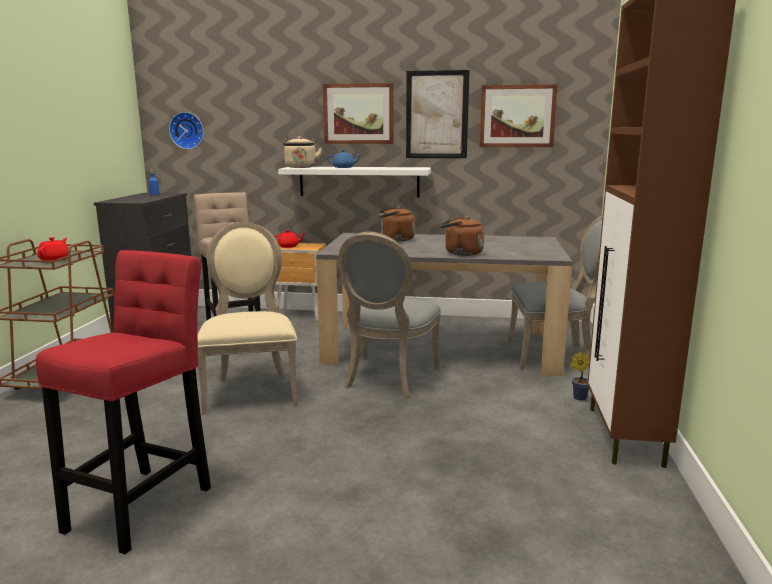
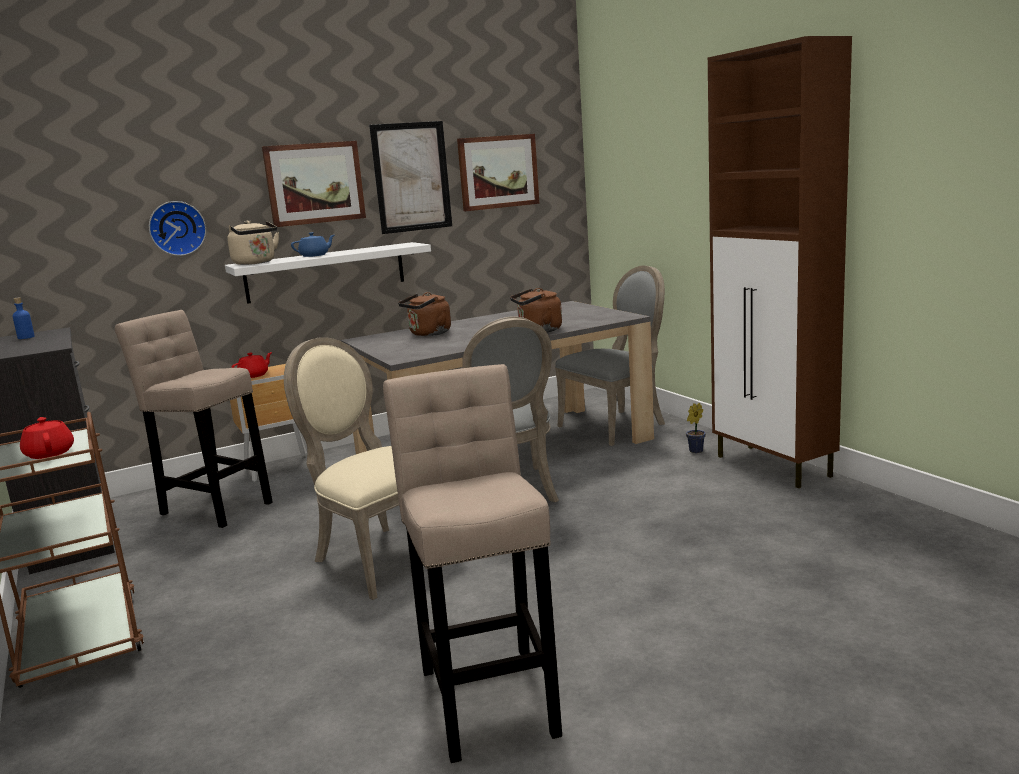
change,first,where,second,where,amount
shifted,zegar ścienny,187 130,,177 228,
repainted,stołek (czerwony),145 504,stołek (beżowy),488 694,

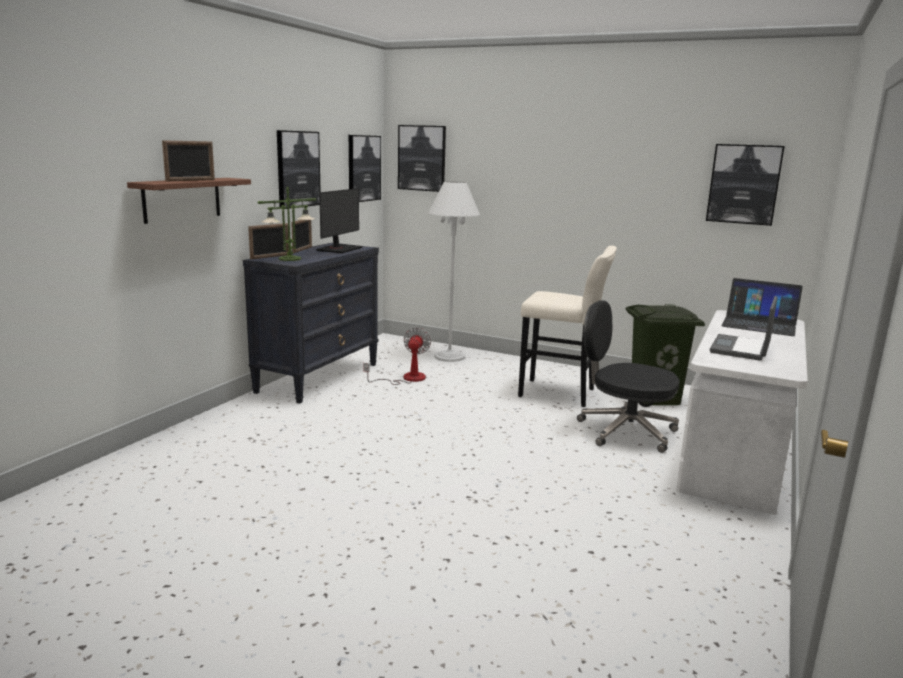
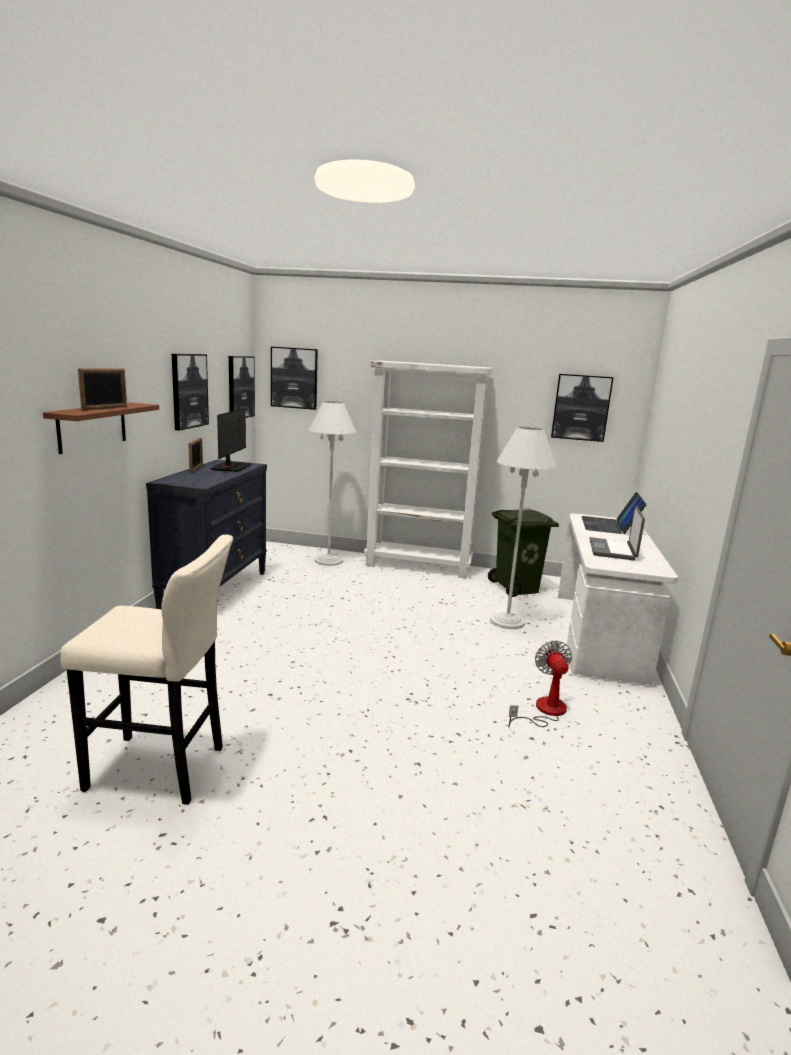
change,first,where,second,where,amount
gone,lampa stołowa,289 259,,,
gone,ramka na zdjęcie,270 257,,,
shifted,stołek (beżowy),561 393,,162 769,
rotated,laptop,759 324,,609 525,90 degrees clockwise
swapped,krzesło biurowe (czarny),624 431,lampa stojąca (biały),507 621,
shifted,wentylator,406 379,,544 711,
new,,,regał (biały),419 566,

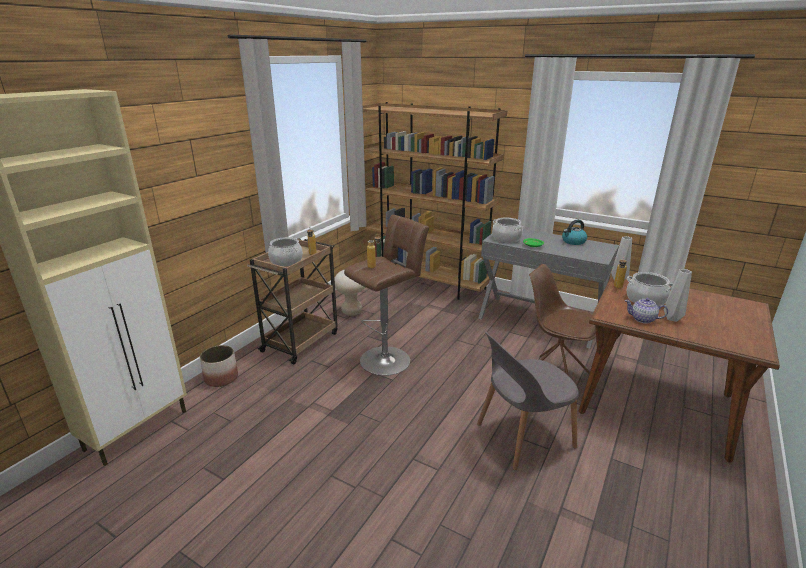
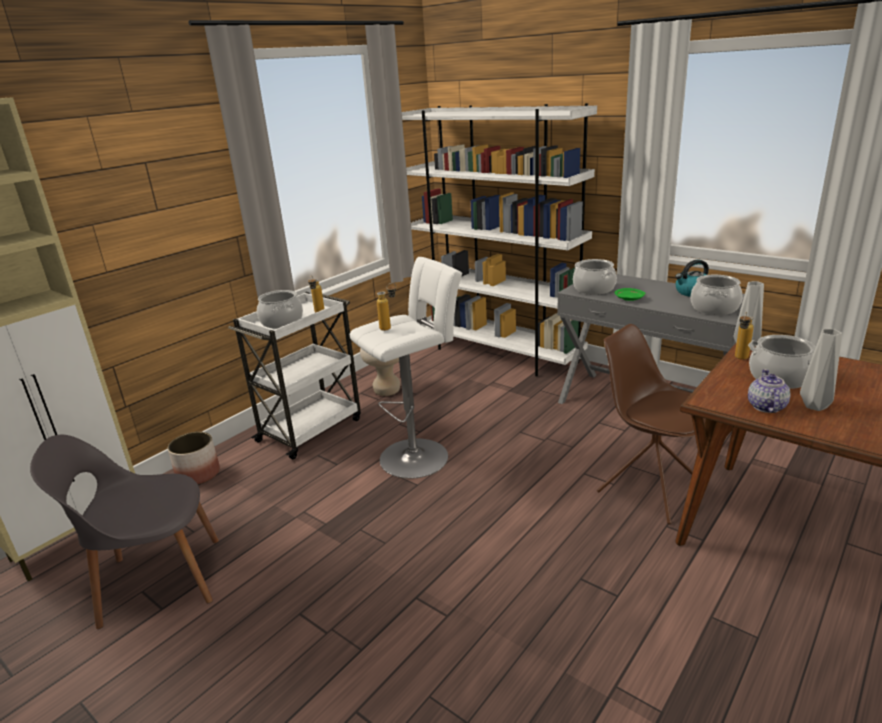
change,first,where,second,where,amount
repainted,regał (brązowy),427 283,regał (biały),499 353,
repainted,stołek (brązowy),388 359,stołek (biały),418 455,
repainted,wózek (brązowy),301 341,wózek (biały),311 429,
rotated,imbryk,643 319,,766 407,75 degrees clockwise
shifted,krzesło (szary),522 436,,157 581,
new,,,garnek,714 308,

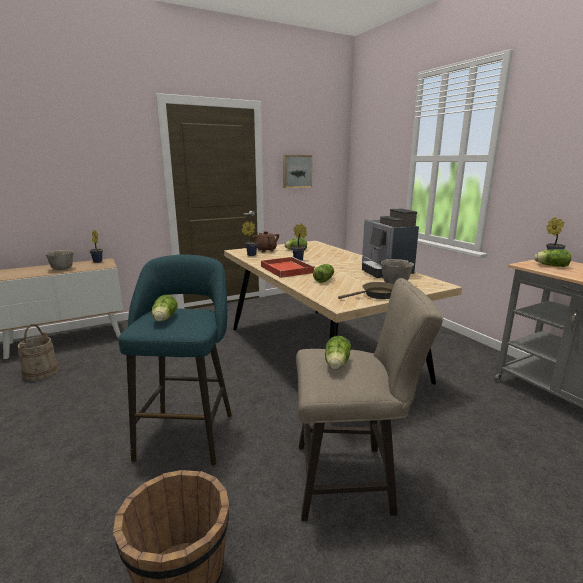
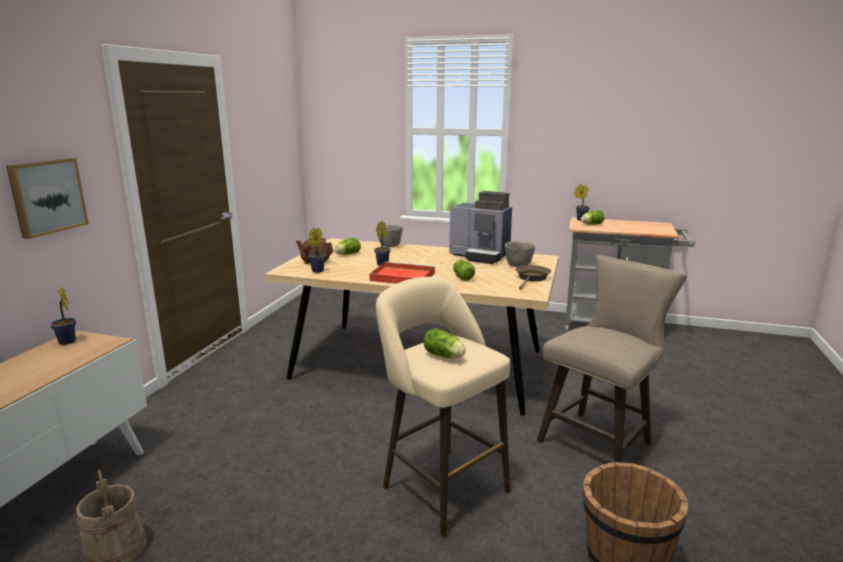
change,first,where,second,where,amount
shifted,obraz,296 171,,46 196,
shifted,miska (szary),62 269,,389 246,
repainted,stołek (turkusowy),187 432,stołek (beżowy),440 485,
gone,sałata,336 365,,,

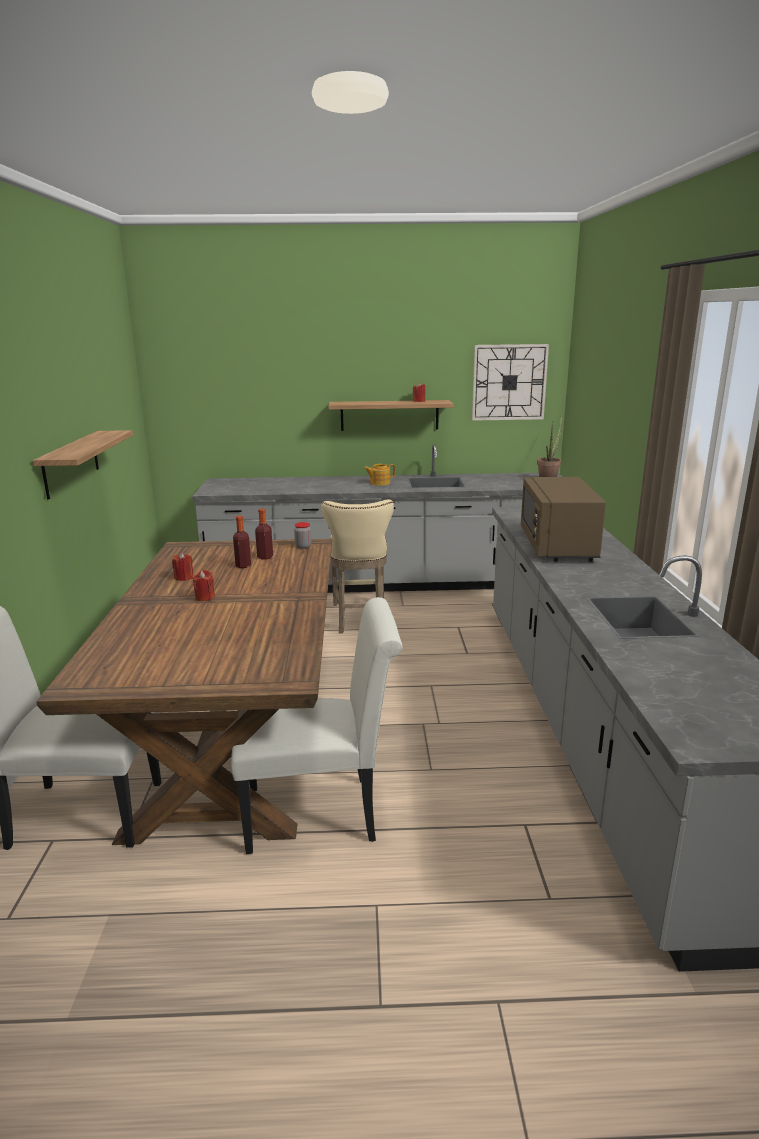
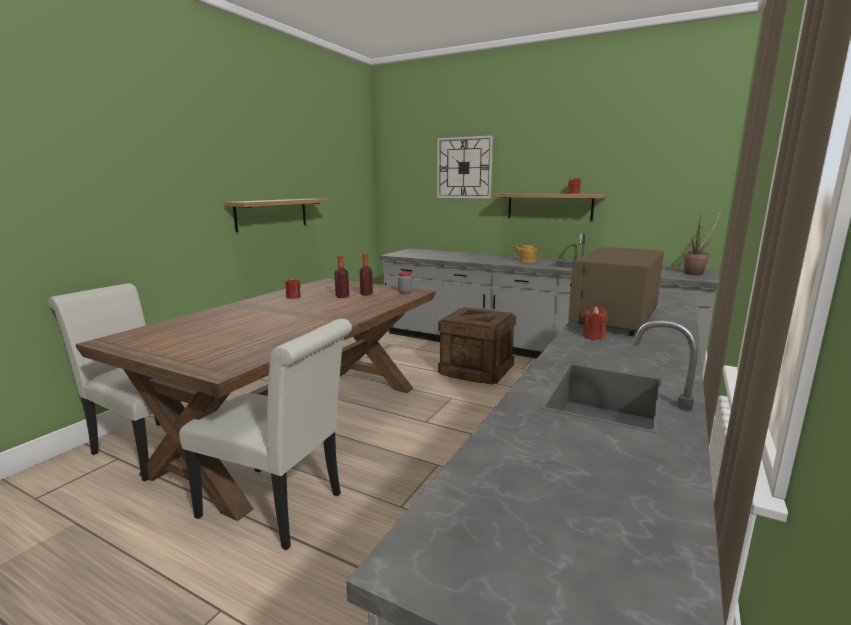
change,first,where,second,where,amount
shifted,zegar ścienny,509 382,,464 168,
swapped,stołek (beżowy),359 619,skrzynka,475 371,
shifted,świeca (czerwony),205 597,,593 336,

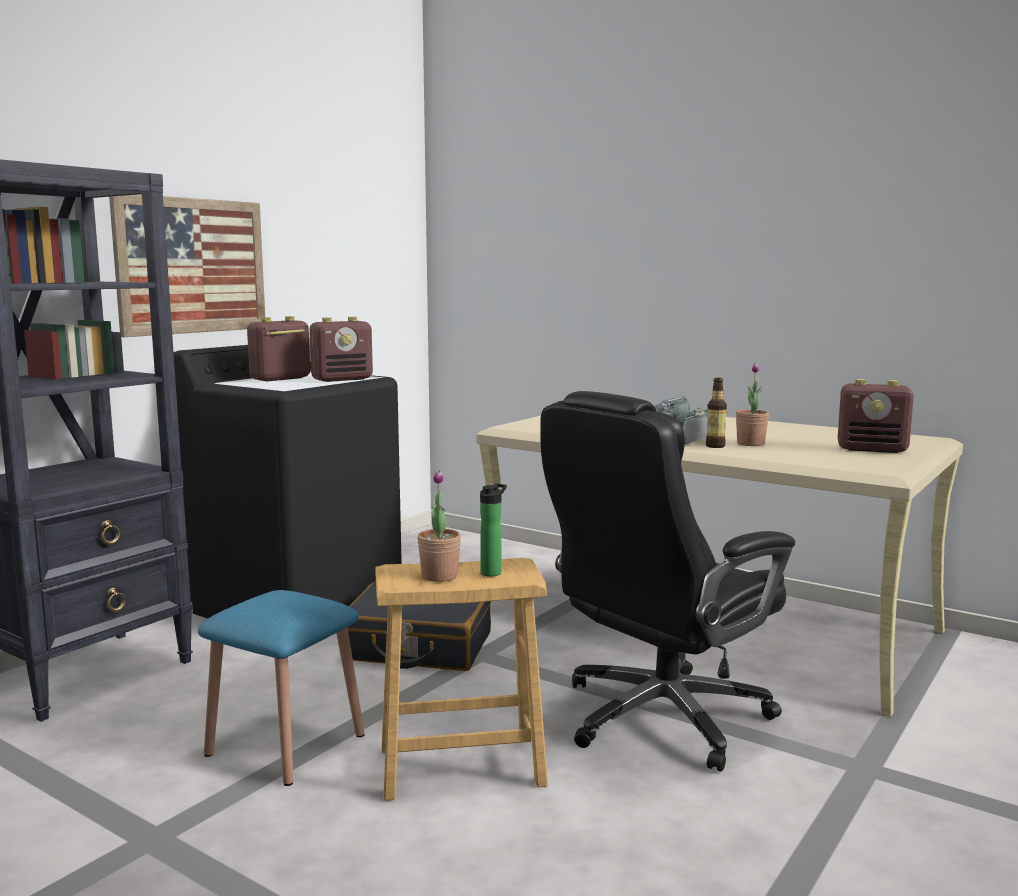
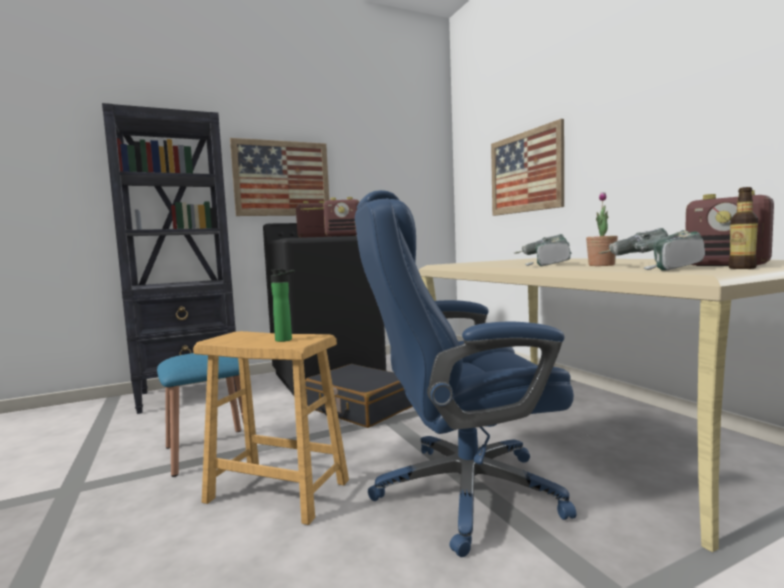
change,first,where,second,where,amount
shifted,butelka,715 446,,742 268,
repainted,krzesło biurowe (czarny),660 717,krzesło biurowe (niebieski),462 492,
gone,roślina doniczkowa,439 576,,,
new,,,obraz,525 172,
new,,,wiertarka,650 268,

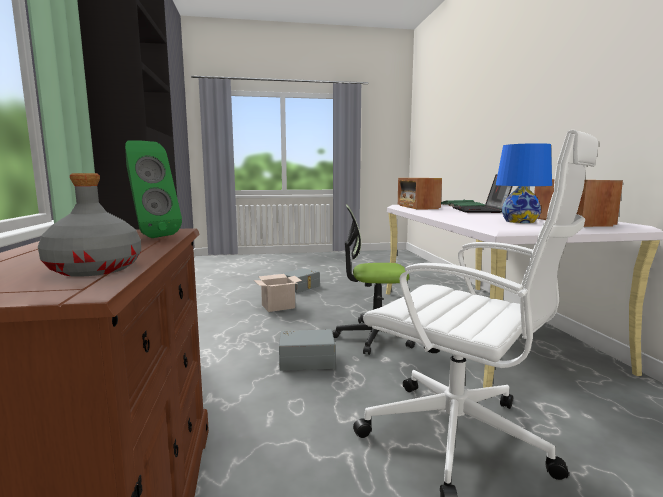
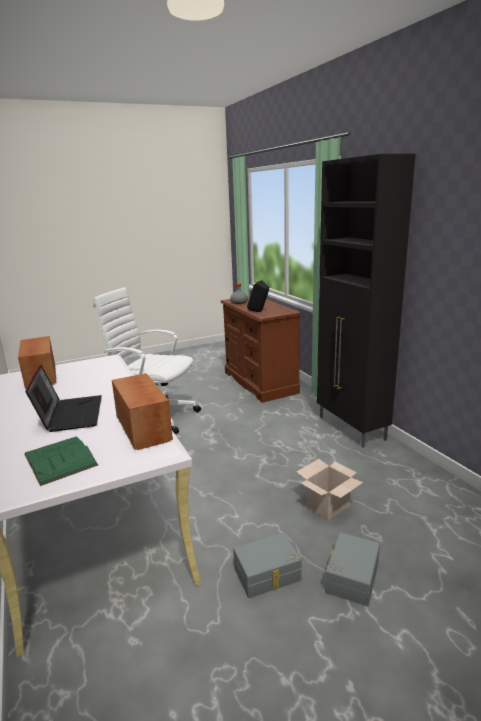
change,first,where,second,where,amount
repainted,głośnik (zielony),151 237,głośnik (czarny),259 312,
gone,lampa stołowa (niebieski),520 221,,,
gone,krzesło biurowe,374 337,,,
shifted,pojemnik do przechowywania (szary),306 360,,268 575,

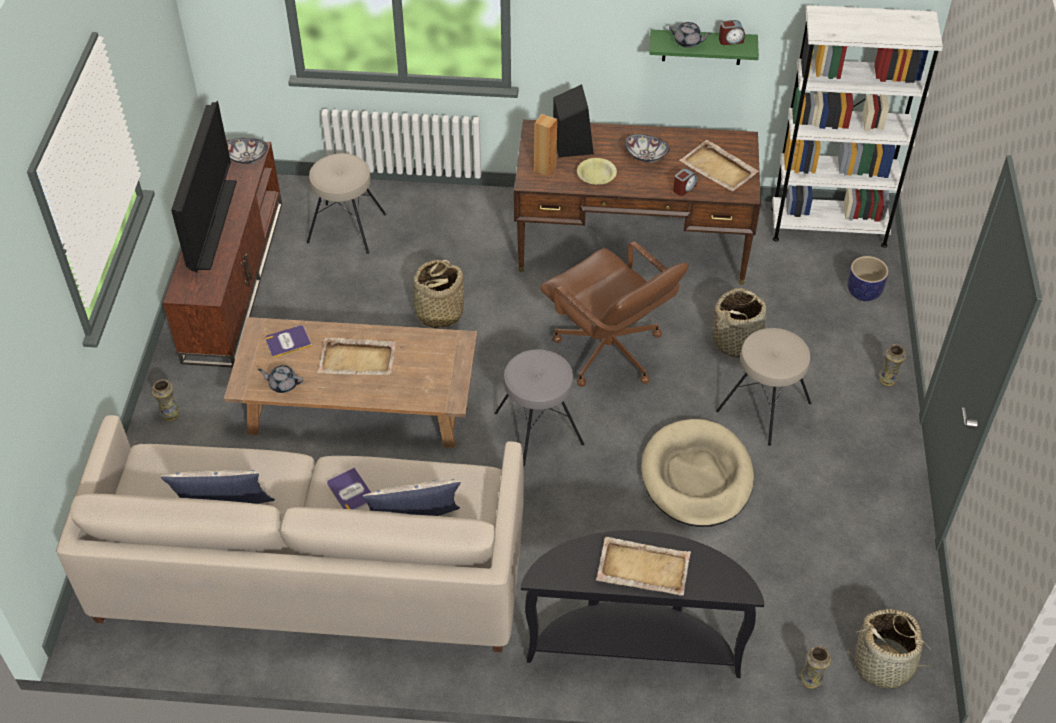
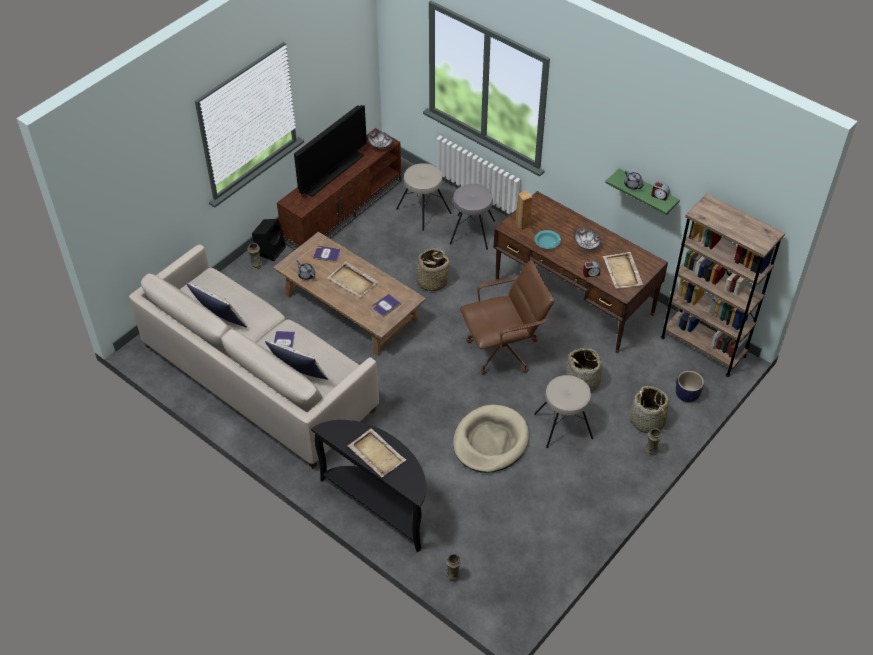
change,first,where,second,where,amount
repainted,regał (biały),828 226,regał (brązowy),703 346,
shifted,głośnik (czarny),572 143,,270 250,
repainted,miska (żółty),596 176,miska (turkusowy),547 243,
rotated,krzesło biurowe (brązowy),608 352,,504 350,105 degrees counterclockwise
shifted,stołek (szary),538 429,,471 232,
shifted,koszyk,884 665,,647 421,
new,,,książka,386 305,

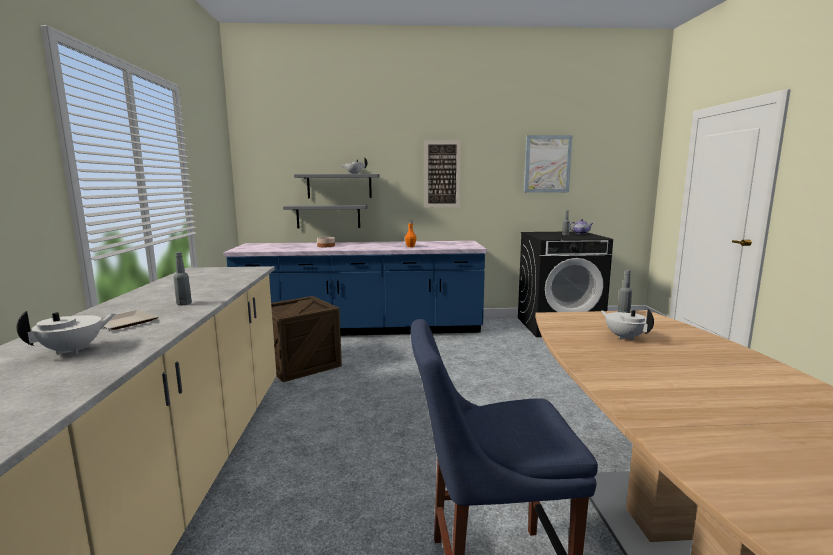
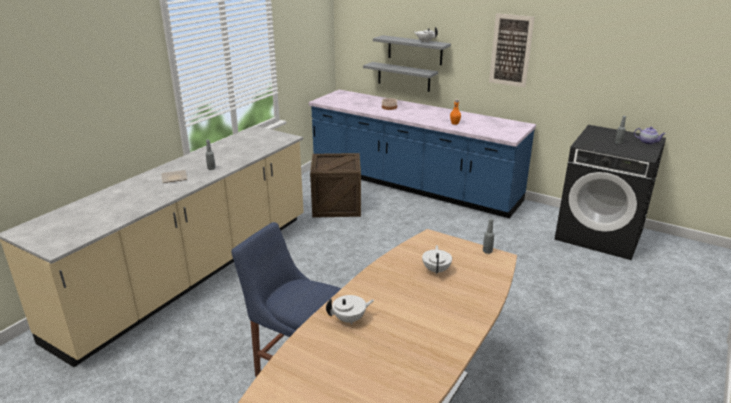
change,first,where,second,where,amount
gone,obraz,547 164,,,
shifted,imbryk (biały),73 350,,350 319,

